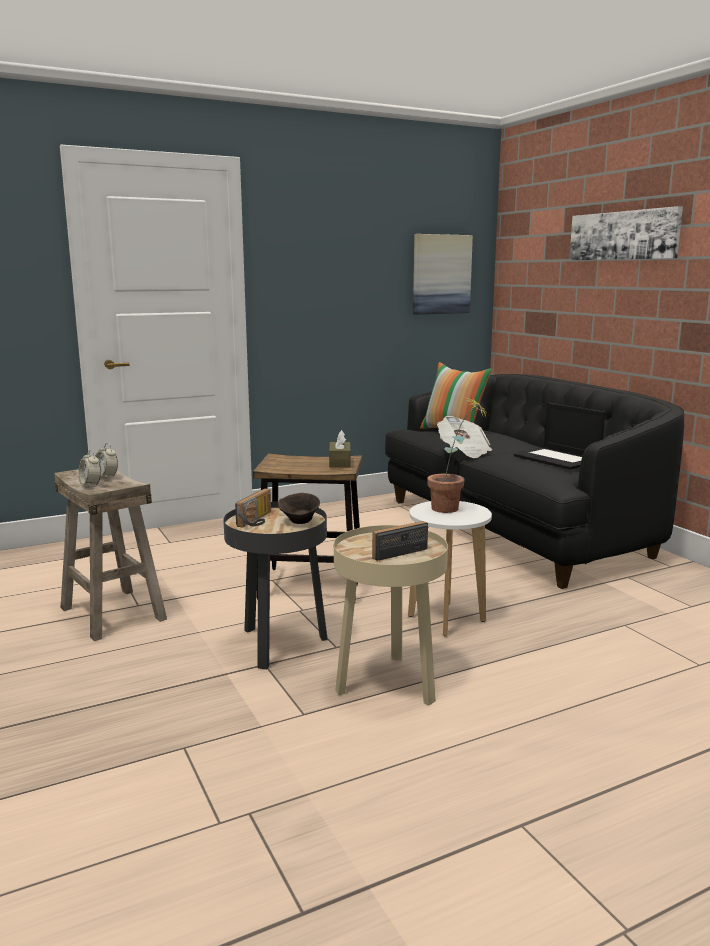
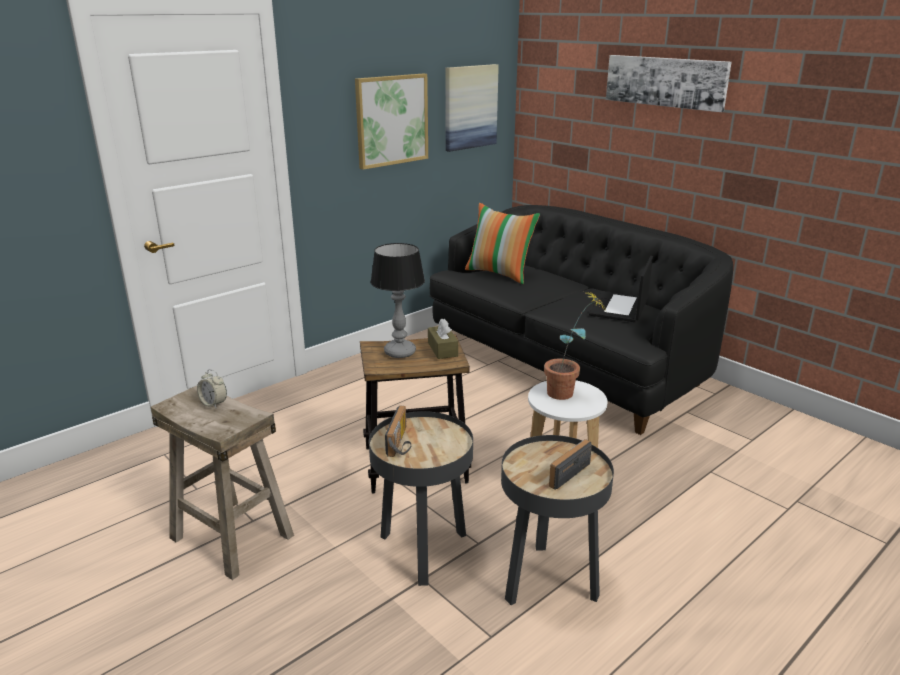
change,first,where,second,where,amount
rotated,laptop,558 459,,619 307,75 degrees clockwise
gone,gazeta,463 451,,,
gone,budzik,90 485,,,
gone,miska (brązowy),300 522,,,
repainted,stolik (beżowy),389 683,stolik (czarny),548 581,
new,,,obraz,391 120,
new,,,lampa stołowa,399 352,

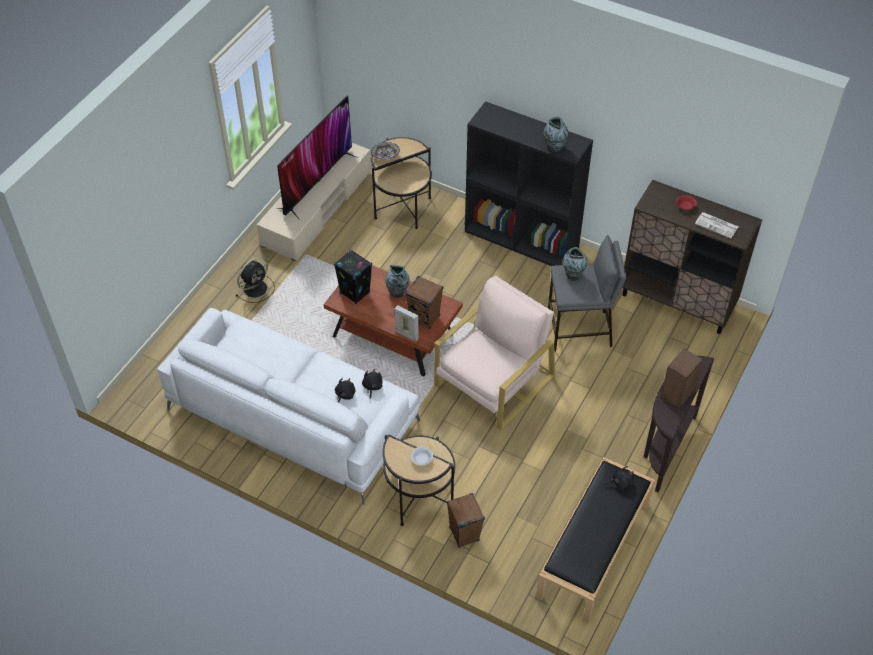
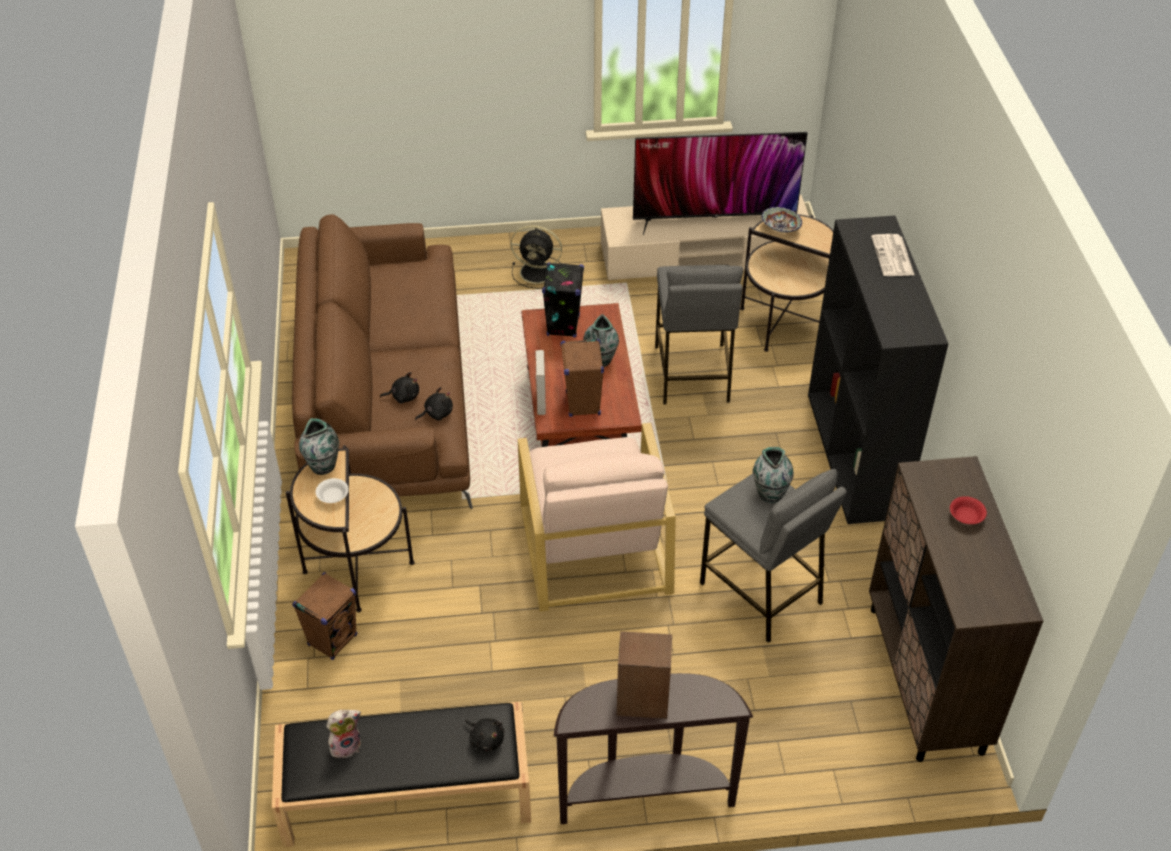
change,first,where,second,where,amount
shifted,wazon,554 146,,323 465,
shifted,gazeta,717 225,,893 257,
rotated,fotel (beżowy),493 381,,594 547,75 degrees clockwise
repainted,kanapa (biały),292 415,kanapa (brązowy),386 395,
new,,,stołek (szary),692 374,
new,,,pluszak,346 745,

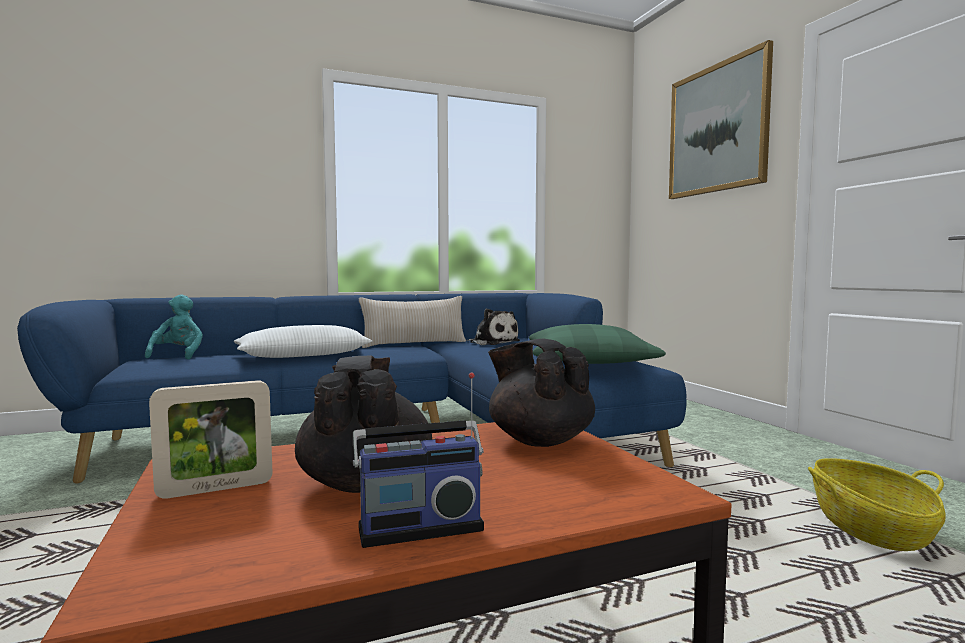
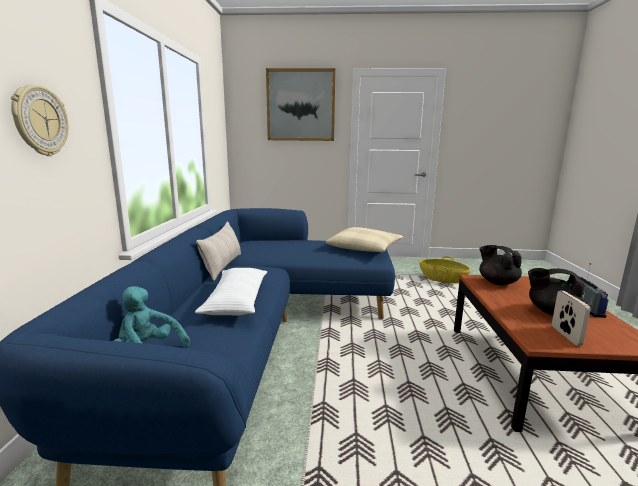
change,first,where,second,where,amount
gone,pluszak,492 342,,,
repainted,poduszka (zielony),589 363,poduszka (beżowy),365 248,
rotated,imbryk (czarny),539 440,,497 282,75 degrees clockwise
new,,,zegar ścienny,40 121,

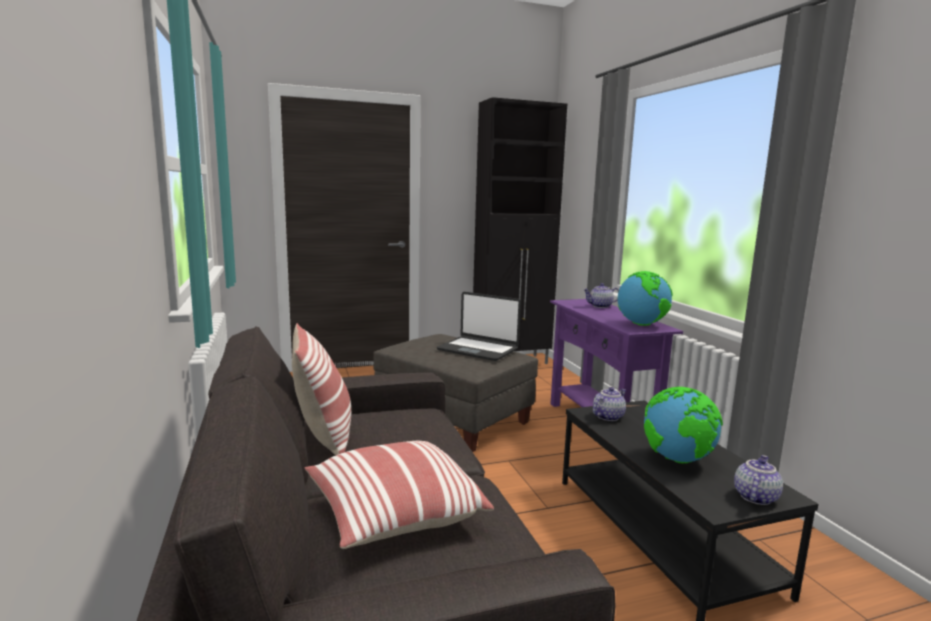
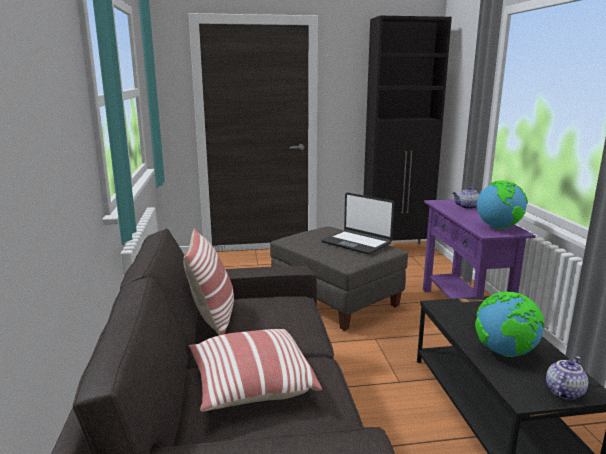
change,first,where,second,where,amount
gone,imbryk,607 416,,,

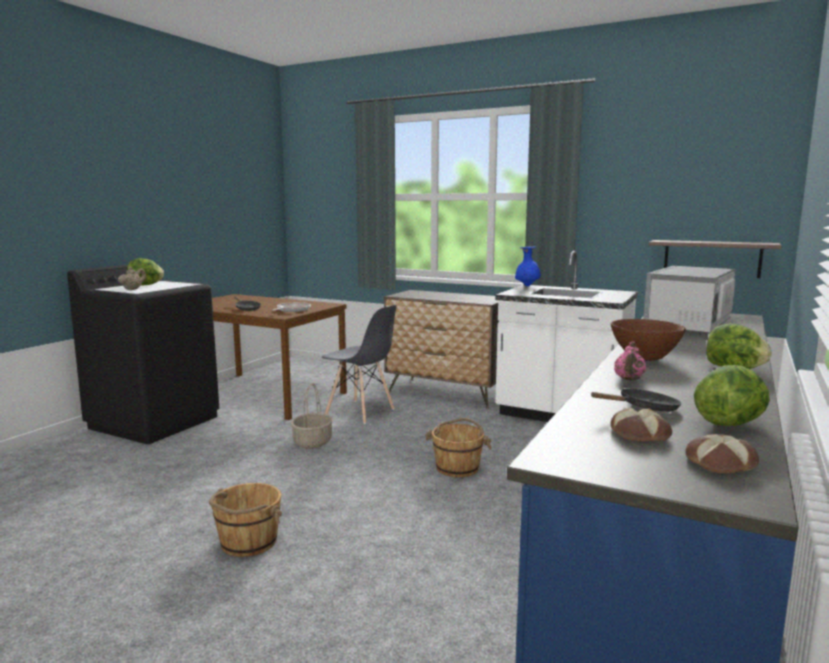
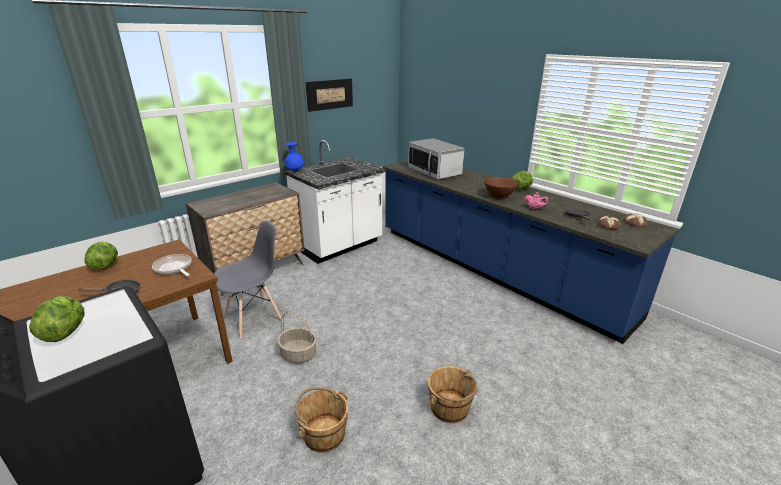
change,first,where,second,where,amount
gone,półka,712 258,,,
gone,imbryk (beżowy),133 289,,,
shifted,sałata,730 423,,105 266,
shifted,wiadro (brązowy),457 467,,323 434,
new,,,obraz,330 94,

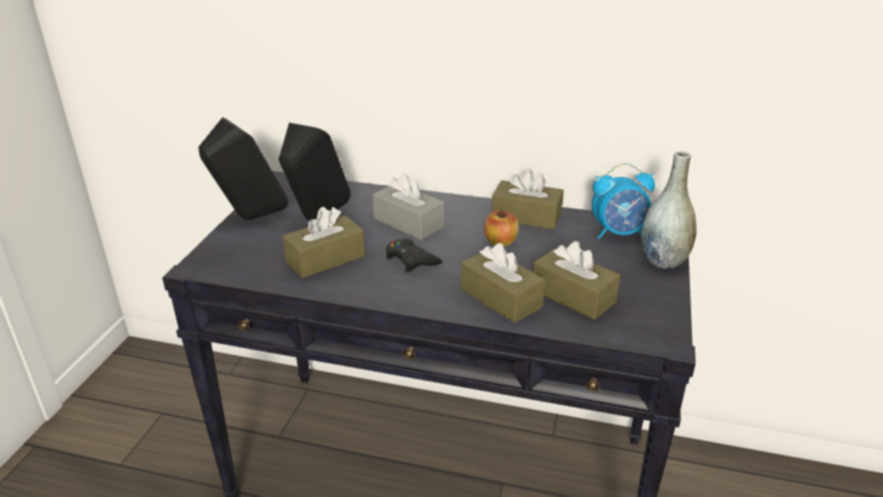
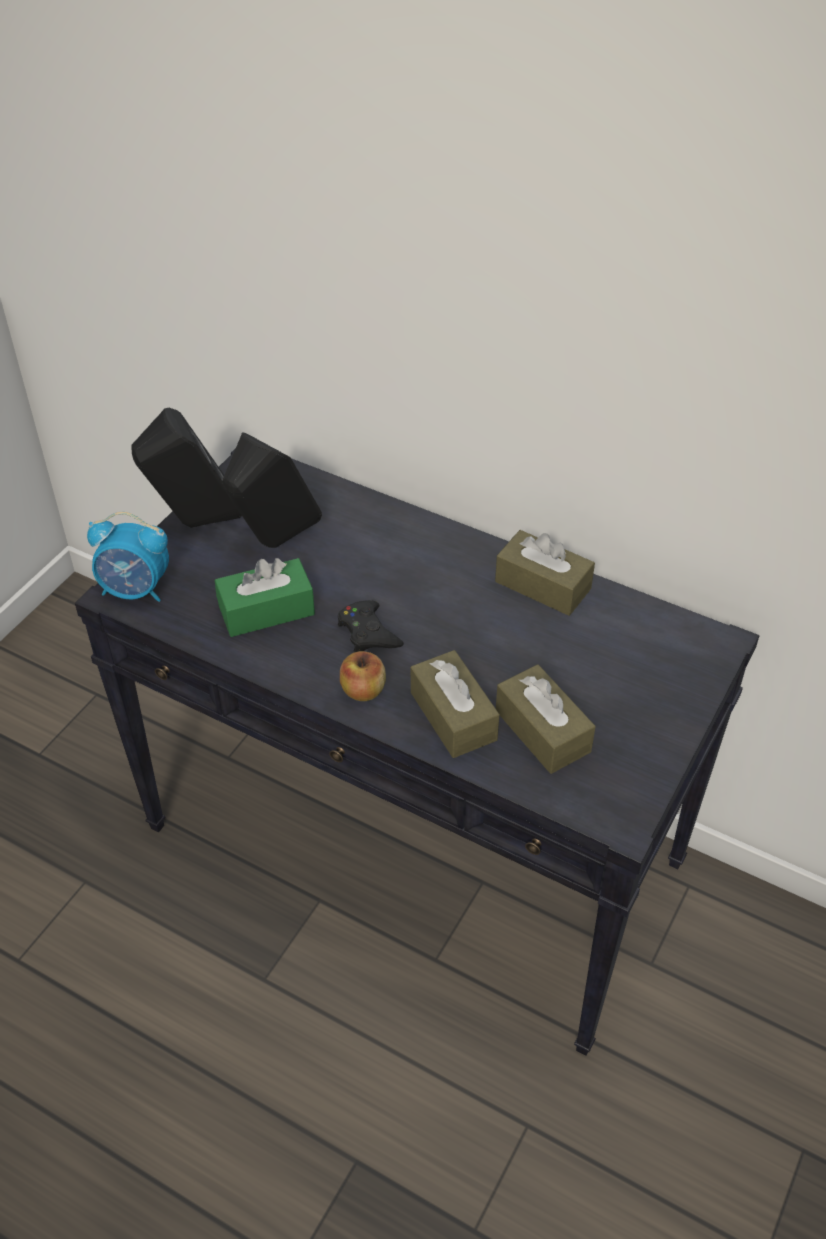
change,first,where,second,where,amount
gone,wazon (szary),663 260,,,
shifted,budzik,618 233,,136 590,
gone,pudełko chusteczek (szary),408 222,,,
repainted,pudełko chusteczek (brązowy),325 259,pudełko chusteczek (zielony),266 610,
shifted,jabłko,500 242,,363 690,

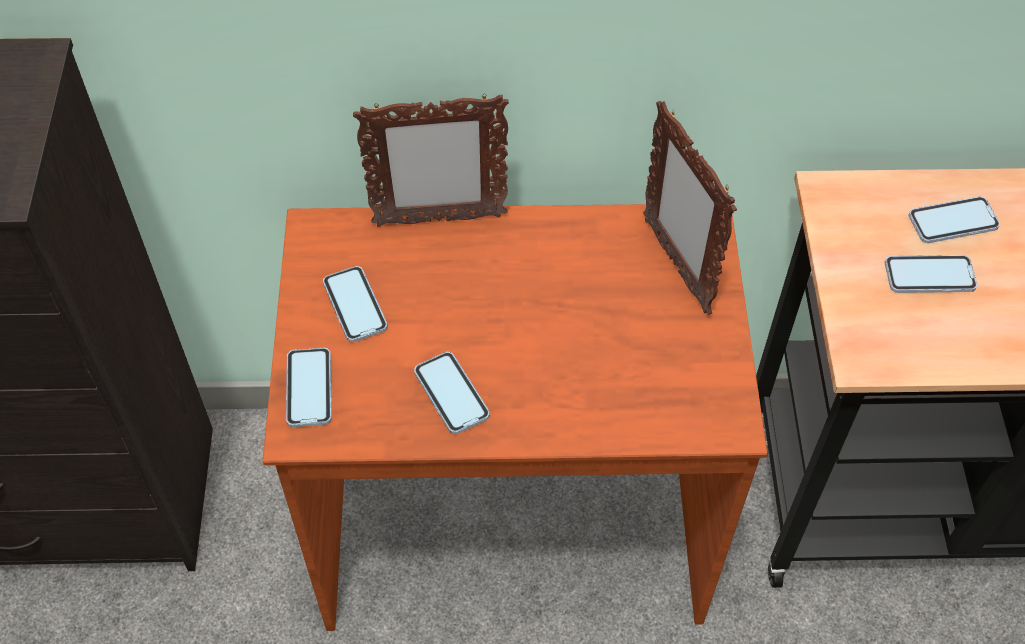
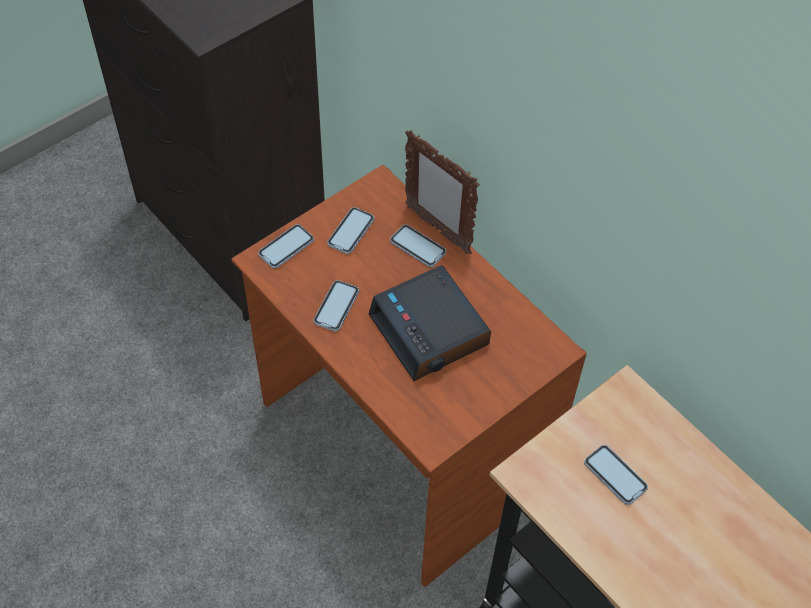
change,first,where,second,where,amount
gone,ramka na zdjęcie,676 265,,,
shifted,telefon,952 222,,418 247,
new,,,budzik,430 330,

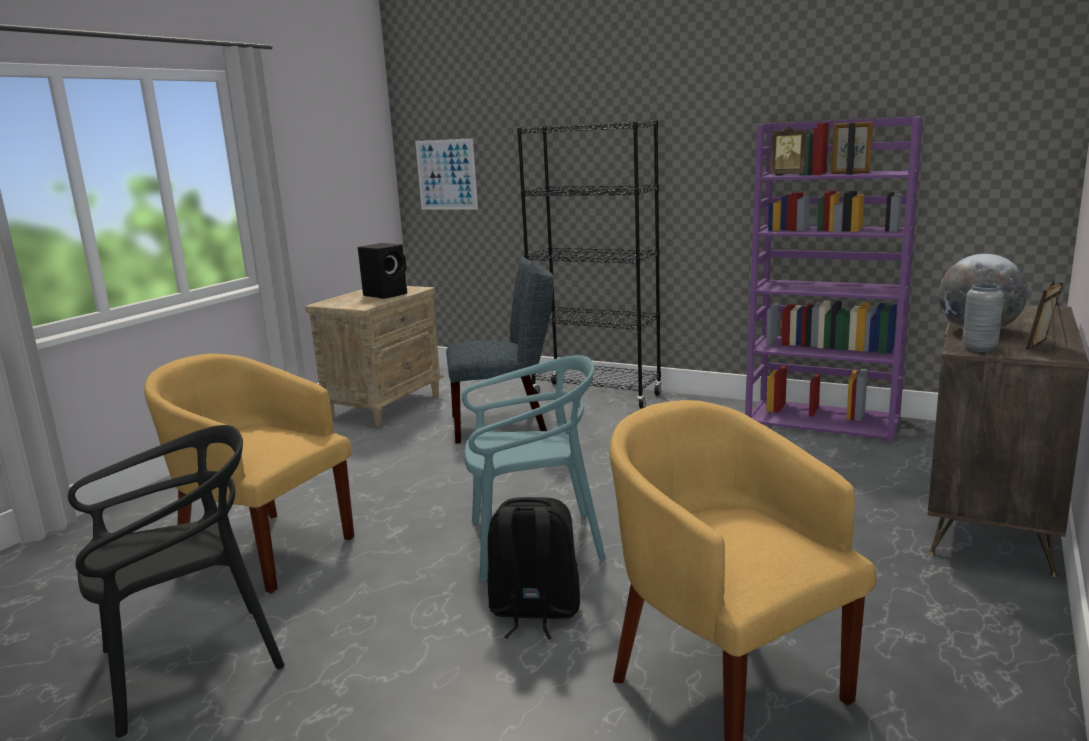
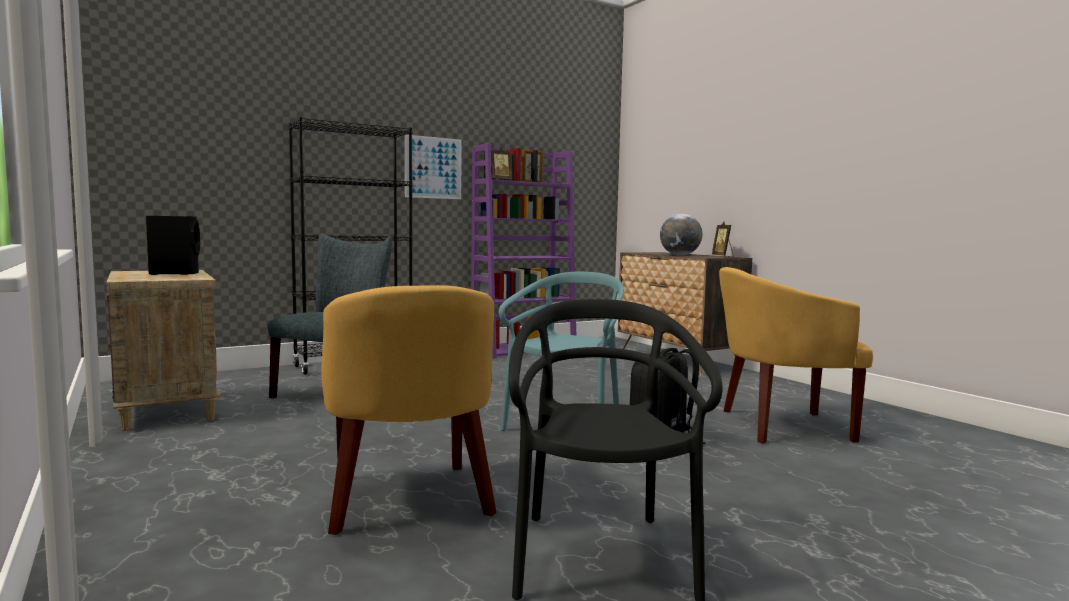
change,first,where,second,where,amount
shifted,obraz,446 174,,433 167,
gone,wazon (szary),979 349,,,
rotated,fotel (żółty),264 550,,408 500,75 degrees counterclockwise

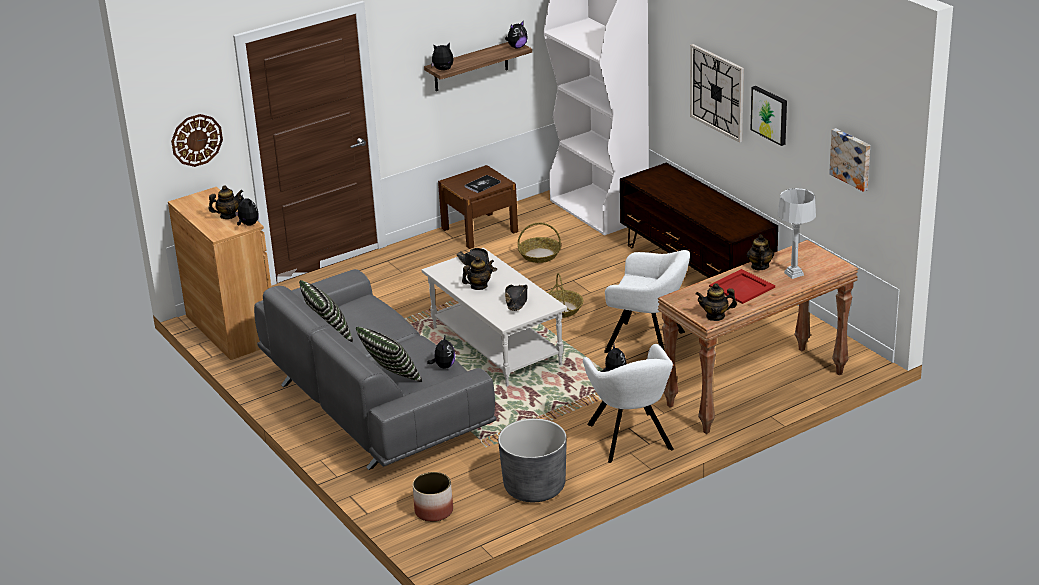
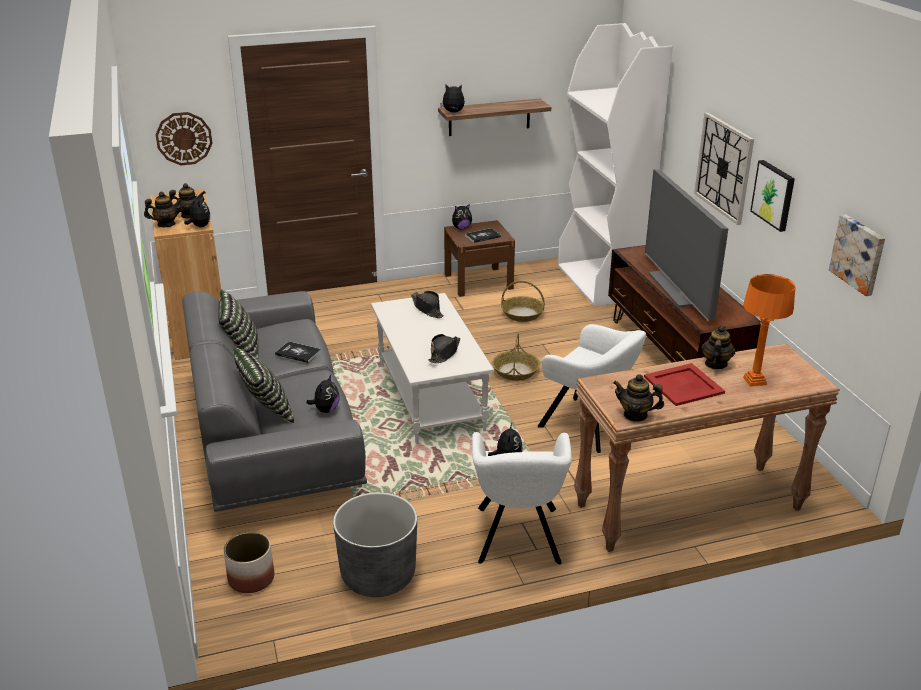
change,first,where,second,where,amount
shifted,pluszak,517 47,,461 228,
repainted,lampa stołowa (szary),794 274,lampa stołowa (pomarańczowy),755 381,
shifted,imbryk,479 286,,166 224,
new,,,telewizor,680 288,
new,,,książka,298 353,

